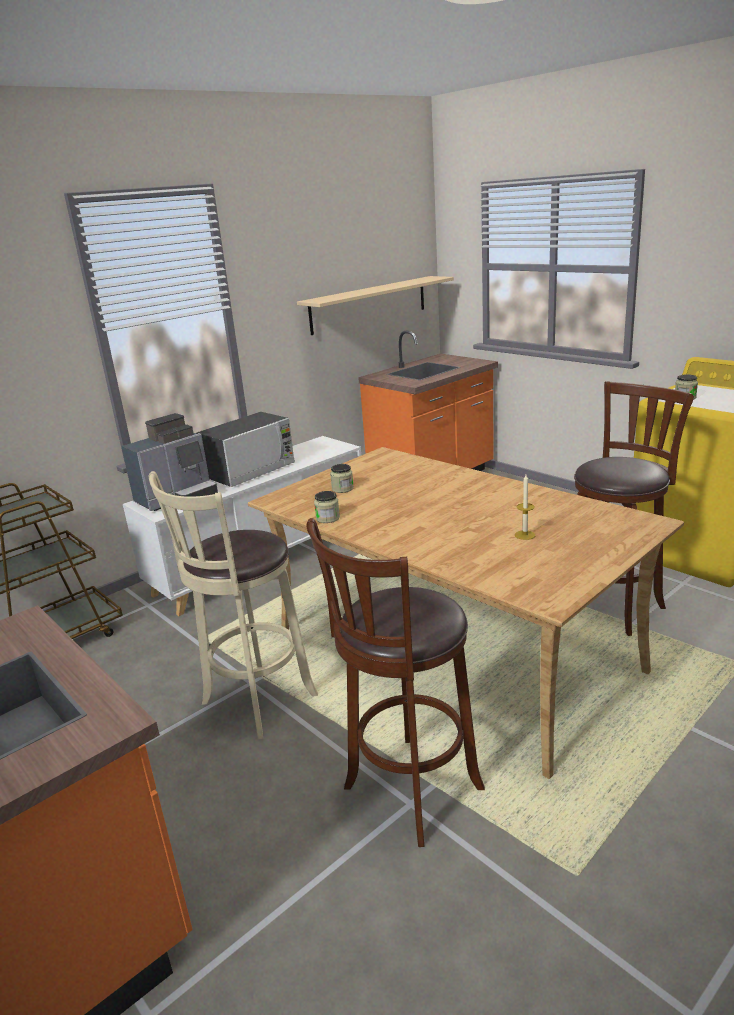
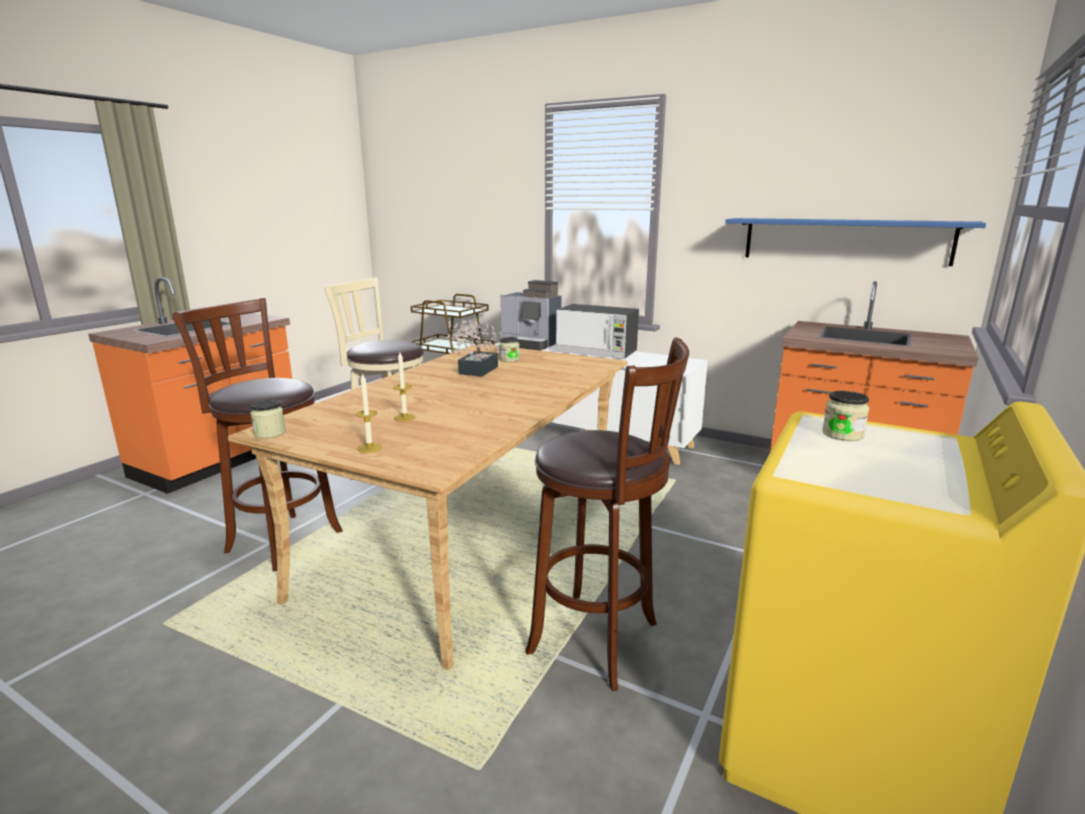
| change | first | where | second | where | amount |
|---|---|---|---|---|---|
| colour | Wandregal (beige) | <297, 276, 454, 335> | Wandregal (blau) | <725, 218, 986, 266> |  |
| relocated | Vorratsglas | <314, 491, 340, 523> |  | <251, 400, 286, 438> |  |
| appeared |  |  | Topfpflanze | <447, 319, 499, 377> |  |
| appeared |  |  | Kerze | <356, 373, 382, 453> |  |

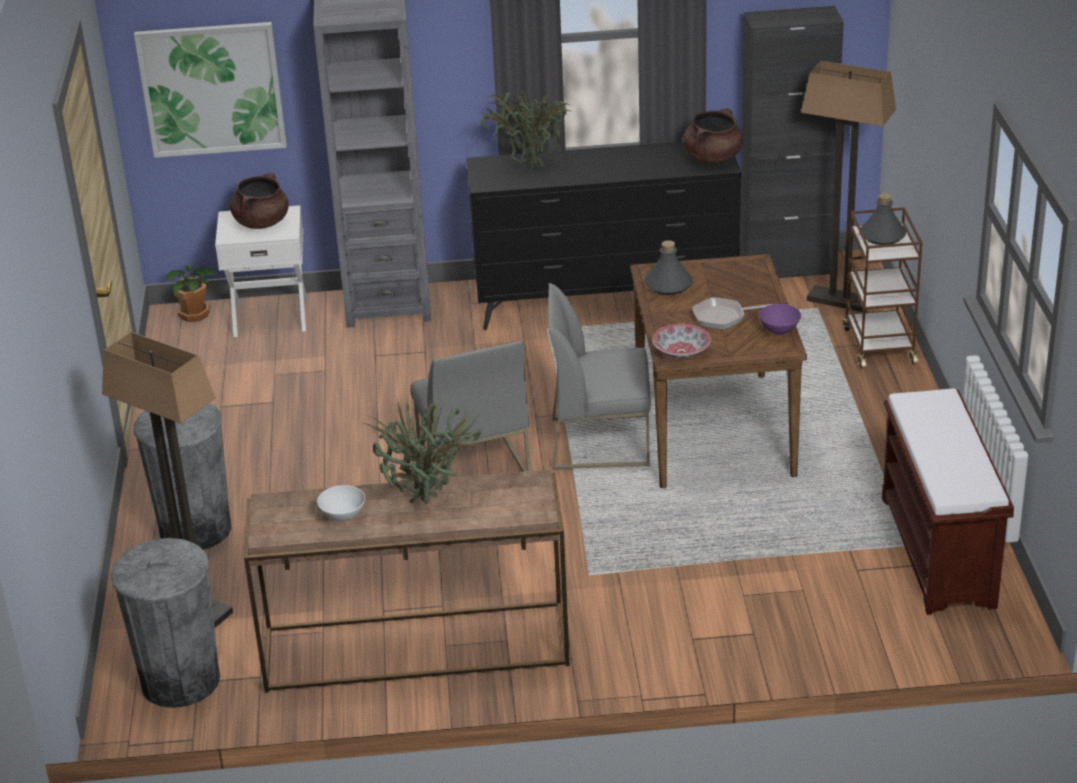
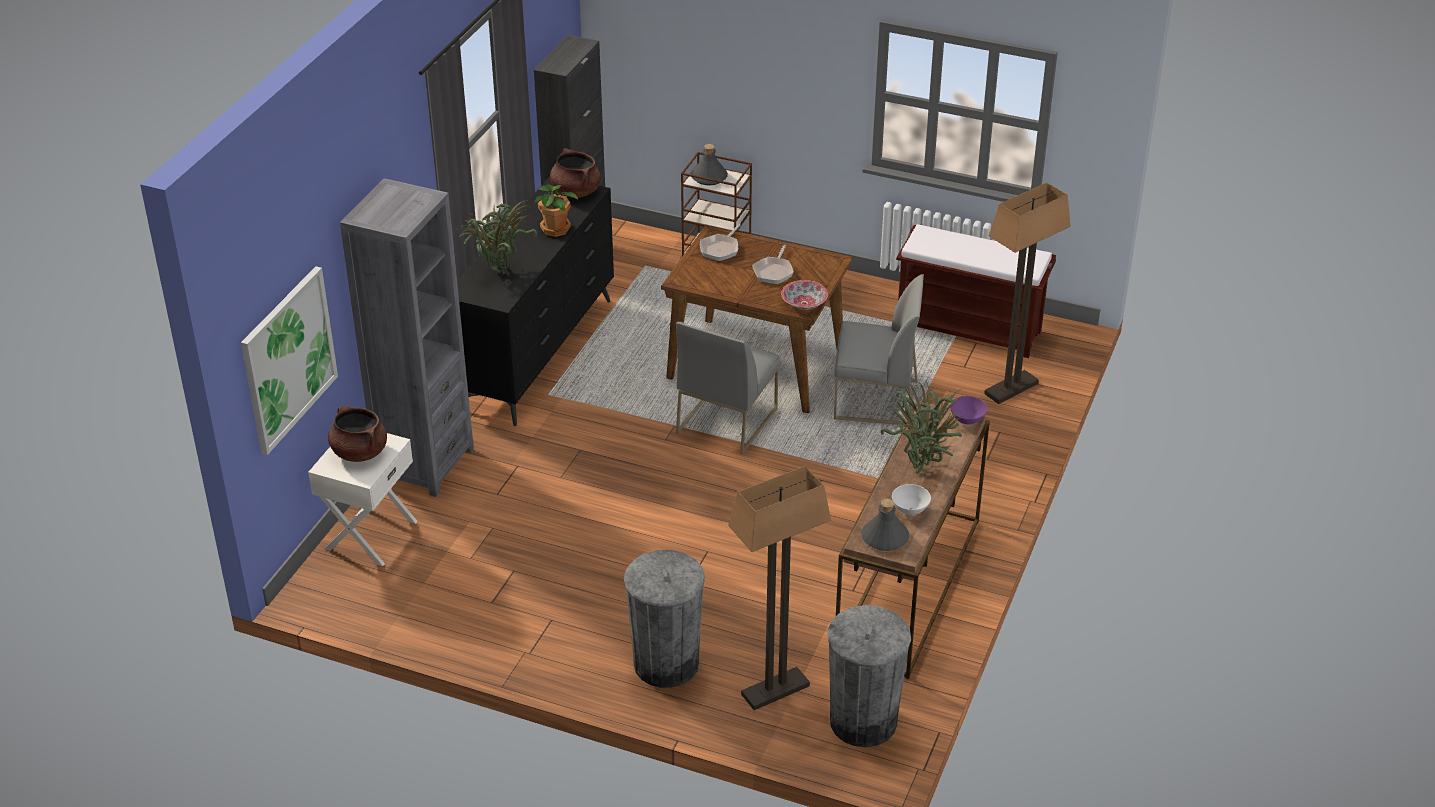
| change | first | where | second | where | amount |
|---|---|---|---|---|---|
| relocated | Stehlampe | <801, 61, 896, 312> |  | <984, 183, 1071, 404> |  |
| relocated | Flasche (grau) | <644, 240, 693, 295> |  | <861, 499, 909, 551> |  |
| relocated | Topfpflanze | <166, 265, 217, 322> |  | <535, 184, 578, 237> |  |
| relocated | Schüssel (lila) | <759, 304, 801, 335> |  | <950, 396, 987, 424> |  |
| relocated | Stuhl (grau) | <410, 341, 531, 478> |  | <834, 274, 924, 425> |  |
| appeared |  |  | Pfanne | <700, 224, 741, 261> |  |

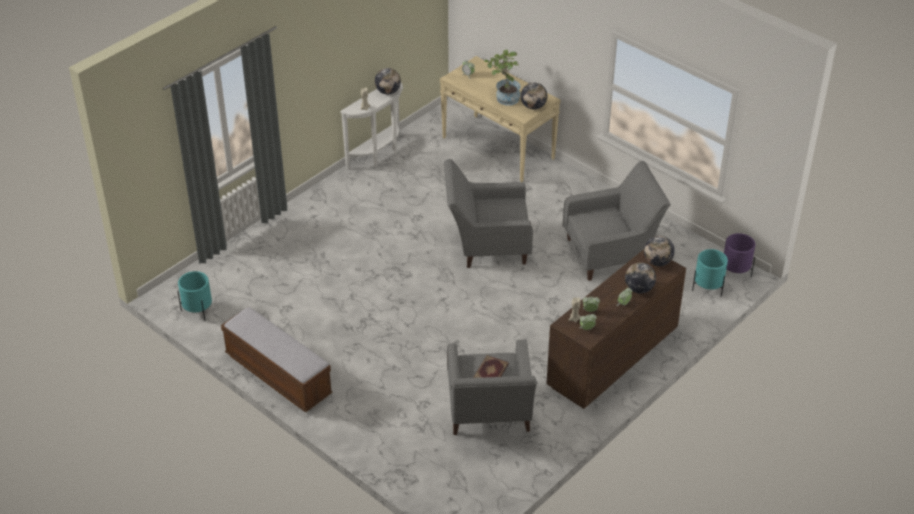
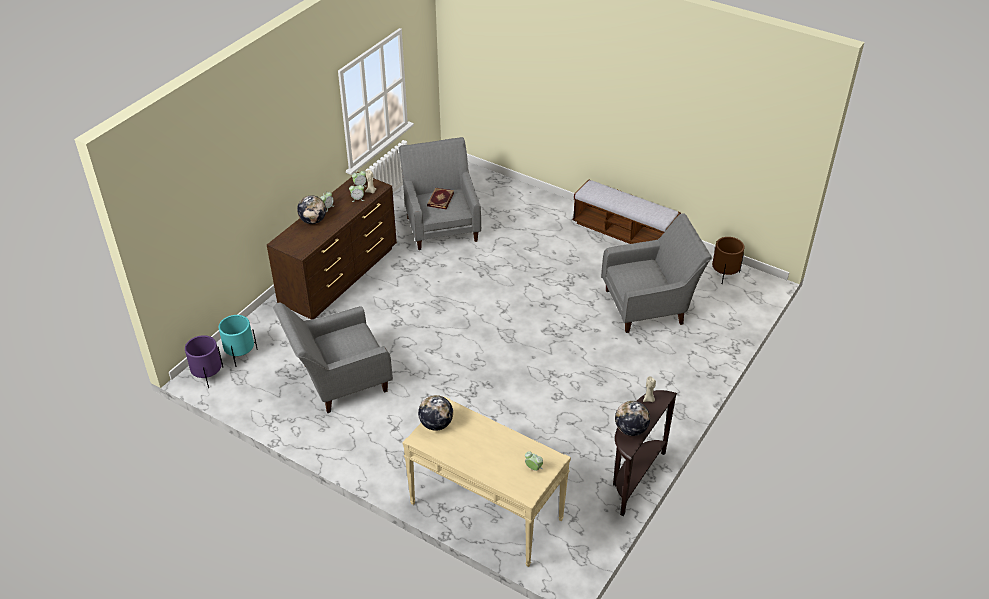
| change | first | where | second | where | amount |
|---|---|---|---|---|---|
| missing | Topfpflanze | <484, 50, 521, 105> |  |  |  |
| colour | Konsolentisch (weiß) | <340, 83, 403, 169> | Konsolentisch (braun) | <613, 390, 677, 516> |  |
| relocated | Sessel (grau) | <444, 159, 533, 268> |  | <601, 213, 712, 333> |  |
| missing | Globus | <644, 236, 675, 266> |  |  |  |
| colour | Pflanzkübel (türkis) | <177, 271, 212, 321> | Pflanzkübel (braun) | <712, 237, 744, 284> |  |

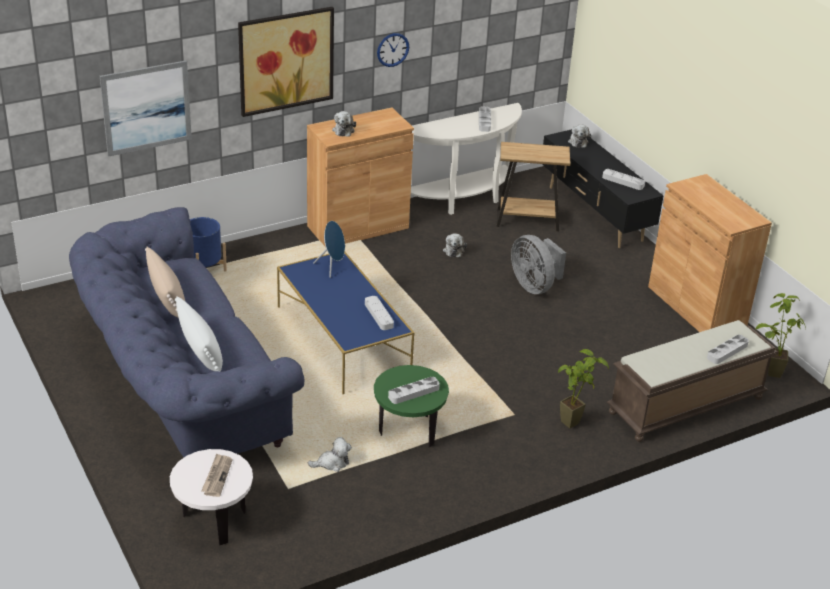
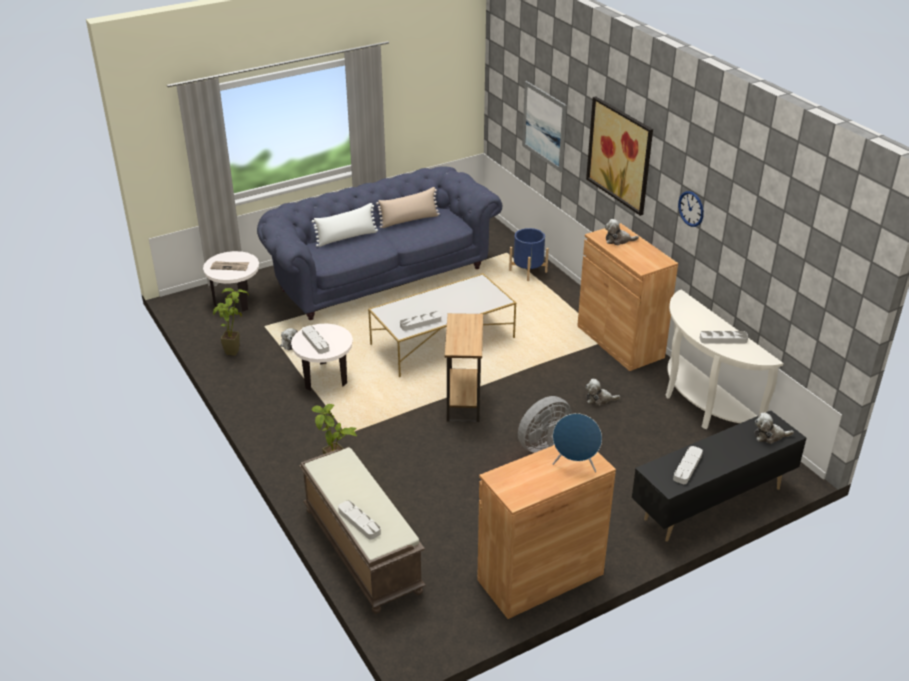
| change | first | where | second | where | amount |
|---|---|---|---|---|---|
| relocated | Beistelltisch (braun) | <496, 142, 570, 231> |  | <445, 313, 483, 422> |  |
| relocated | Lautsprecher (blau) | <313, 221, 345, 278> |  | <552, 413, 602, 472> |  |
| colour | Couchtisch (blau) | <277, 252, 414, 394> | Couchtisch (weiß) | <368, 273, 516, 377> |  |
| relocated | Topfpflanze | <755, 293, 806, 378> |  | <213, 288, 249, 356> |  |
| colour | Beistelltisch (grün) | <374, 365, 449, 448> | Beistelltisch (weiß) | <291, 323, 353, 391> |  |

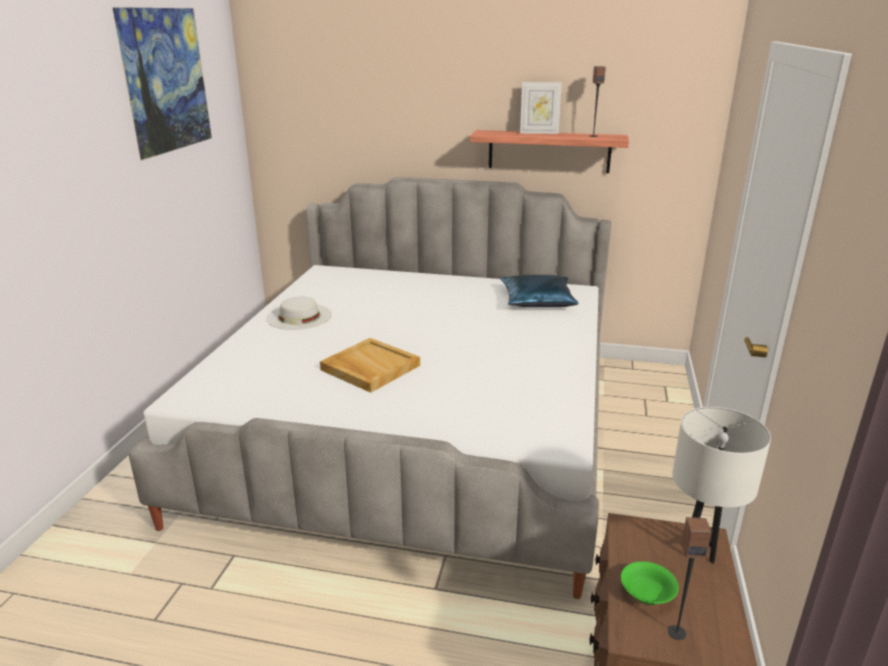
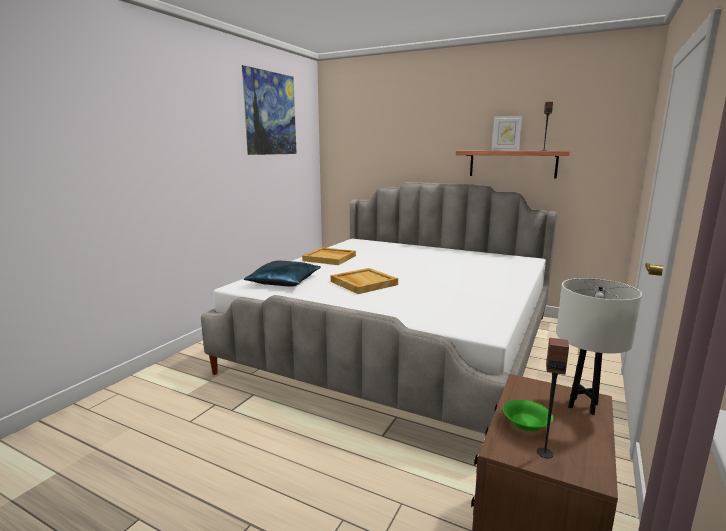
| change | first | where | second | where | amount |
|---|---|---|---|---|---|
| relocated | Kissen (blau) | <500, 275, 579, 307> |  | <244, 261, 321, 286> |  |
| exchanged | Hut (weiß) | <266, 296, 332, 330> | Tablett (beige) | <302, 247, 356, 265> |  |

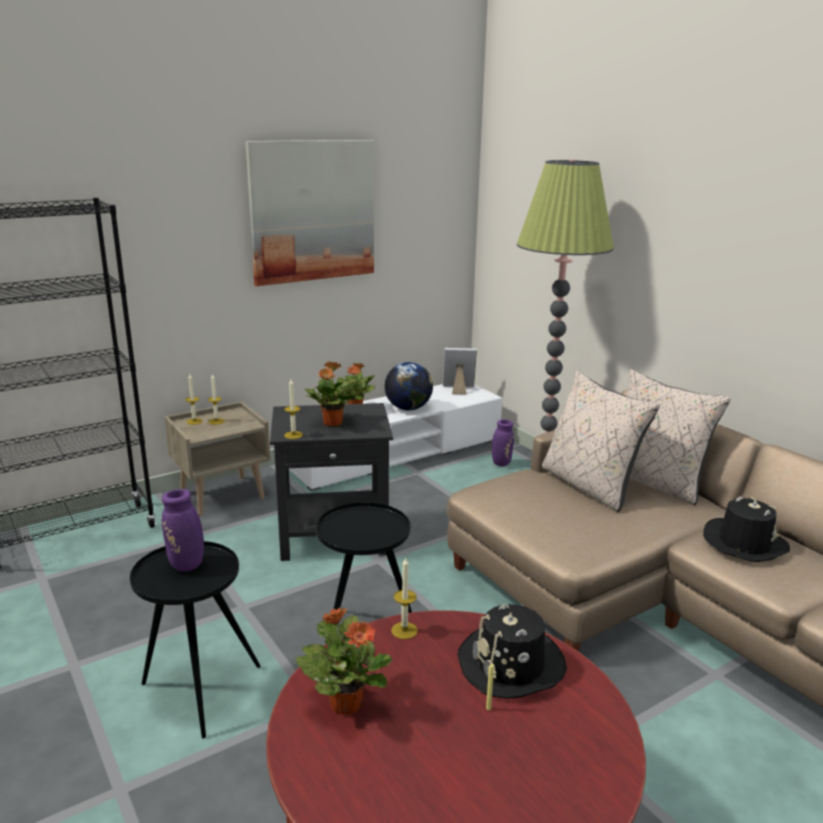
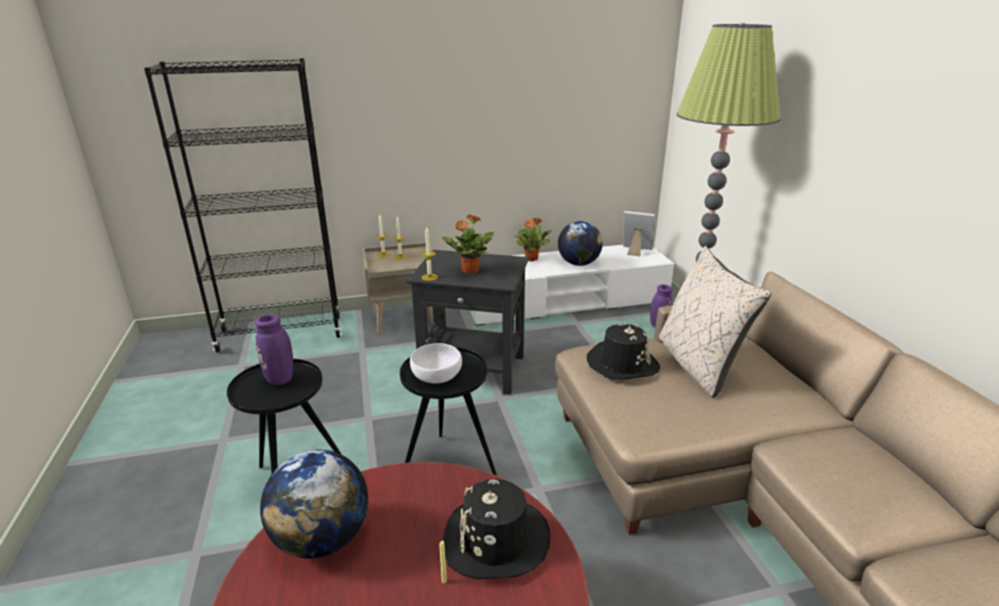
| change | first | where | second | where | amount |
|---|---|---|---|---|---|
| missing | Bild | <245, 140, 374, 286> |  |  |  |
| missing | Kissen (beige) | <626, 369, 731, 505> |  |  |  |
| relocated | Hut (schwarz) | <703, 497, 790, 562> |  | <587, 322, 660, 379> |  |
| missing | Kerze | <391, 558, 418, 639> |  |  |  |
| exchanged | Topfpflanze | <296, 608, 392, 715> | Globus | <260, 449, 368, 559> |  |
| appeared |  |  | Schüssel (weiß) | <410, 343, 462, 384> |  |

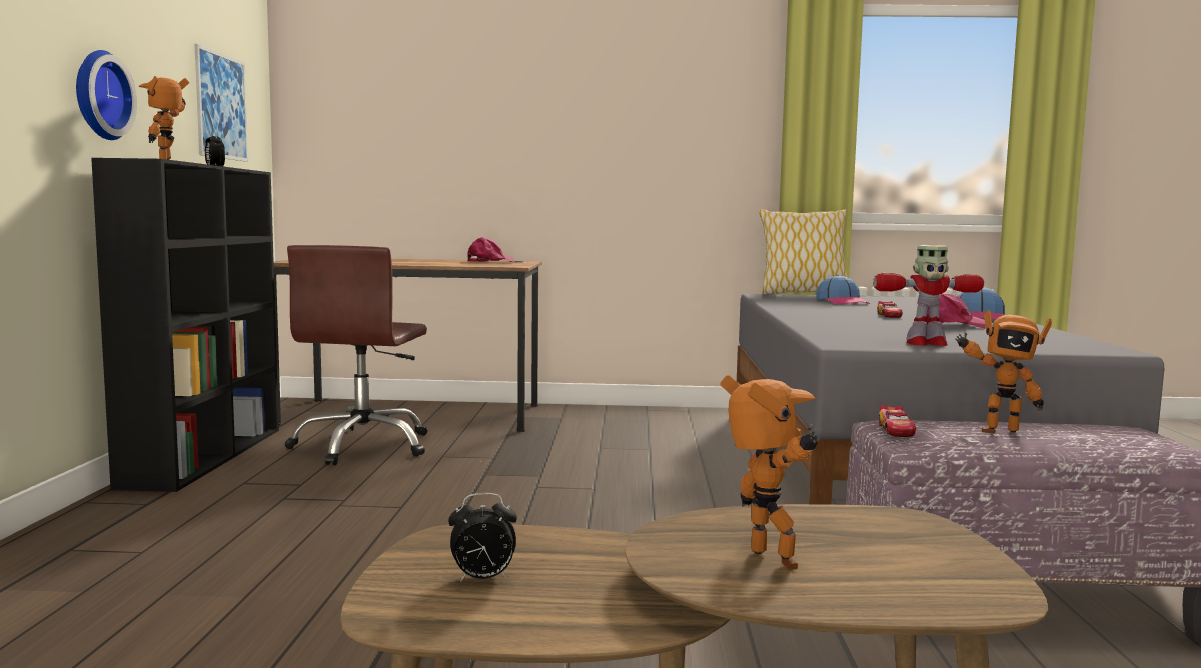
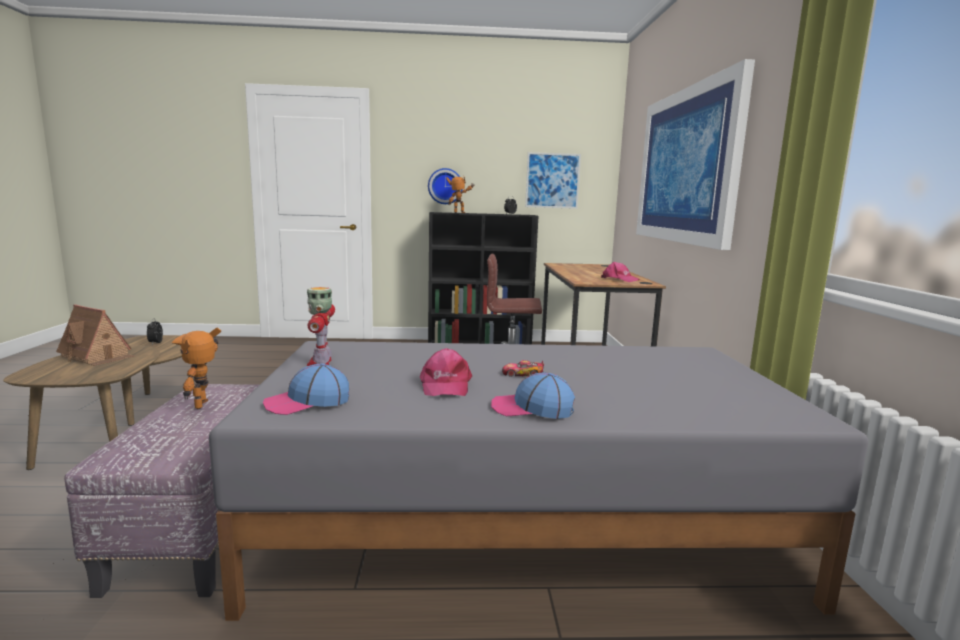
| change | first | where | second | where | amount |
|---|---|---|---|---|---|
| missing | Kissen | <759, 209, 847, 295> |  |  |  |
| relocated | Kappe | <816, 275, 870, 304> |  | <263, 363, 349, 415> |  |
| exchanged | Spielzeugroboter | <720, 375, 821, 570> | Spielzeughaus | <56, 304, 134, 366> |  |
| missing | Spielzeugauto | <879, 405, 916, 437> |  |  |  |
| appeared |  |  | Bild | <636, 59, 755, 250> |  |

